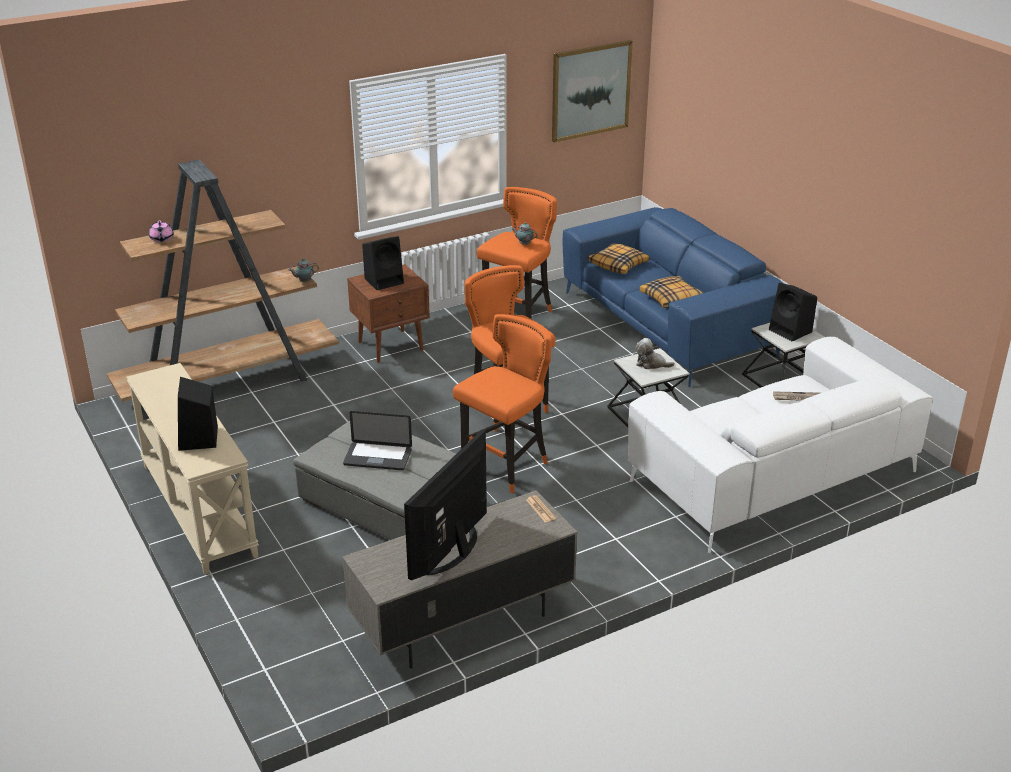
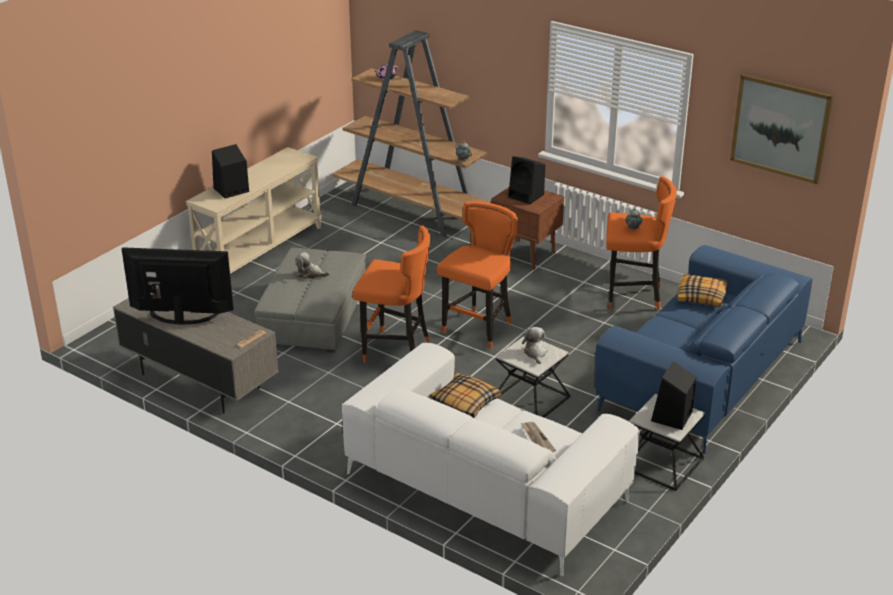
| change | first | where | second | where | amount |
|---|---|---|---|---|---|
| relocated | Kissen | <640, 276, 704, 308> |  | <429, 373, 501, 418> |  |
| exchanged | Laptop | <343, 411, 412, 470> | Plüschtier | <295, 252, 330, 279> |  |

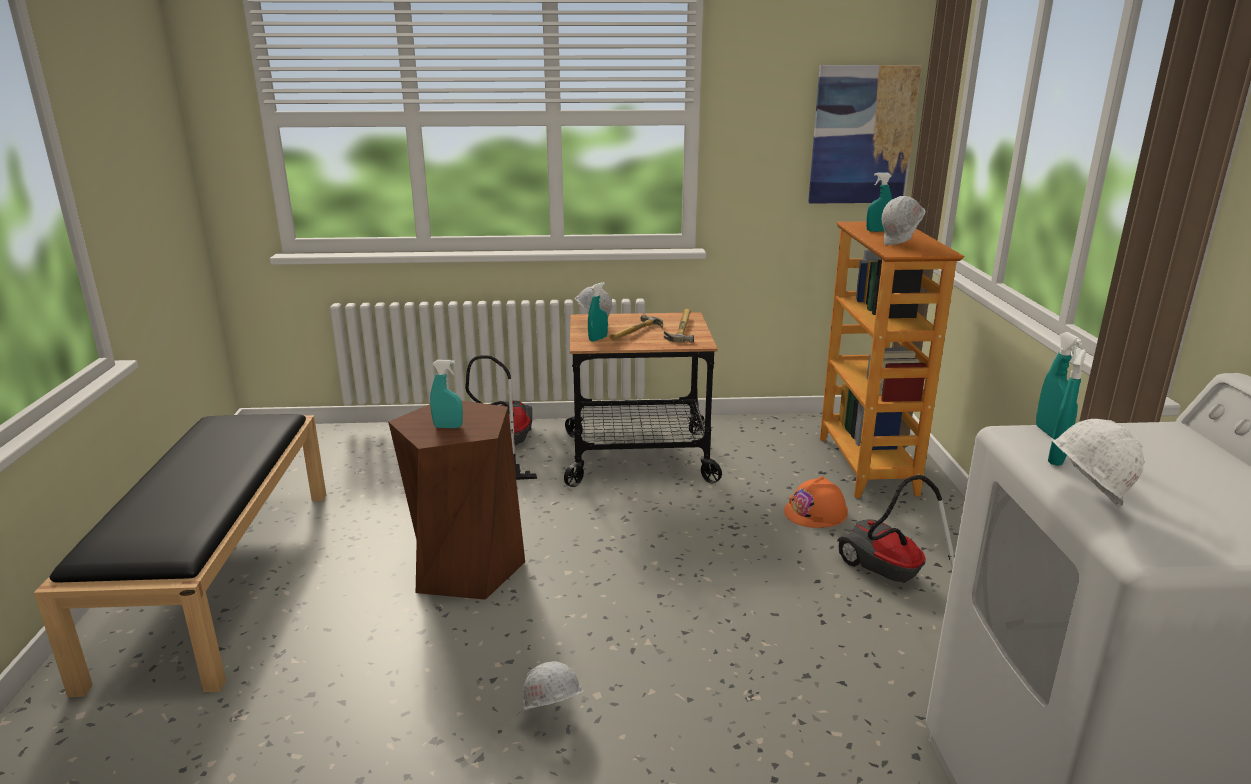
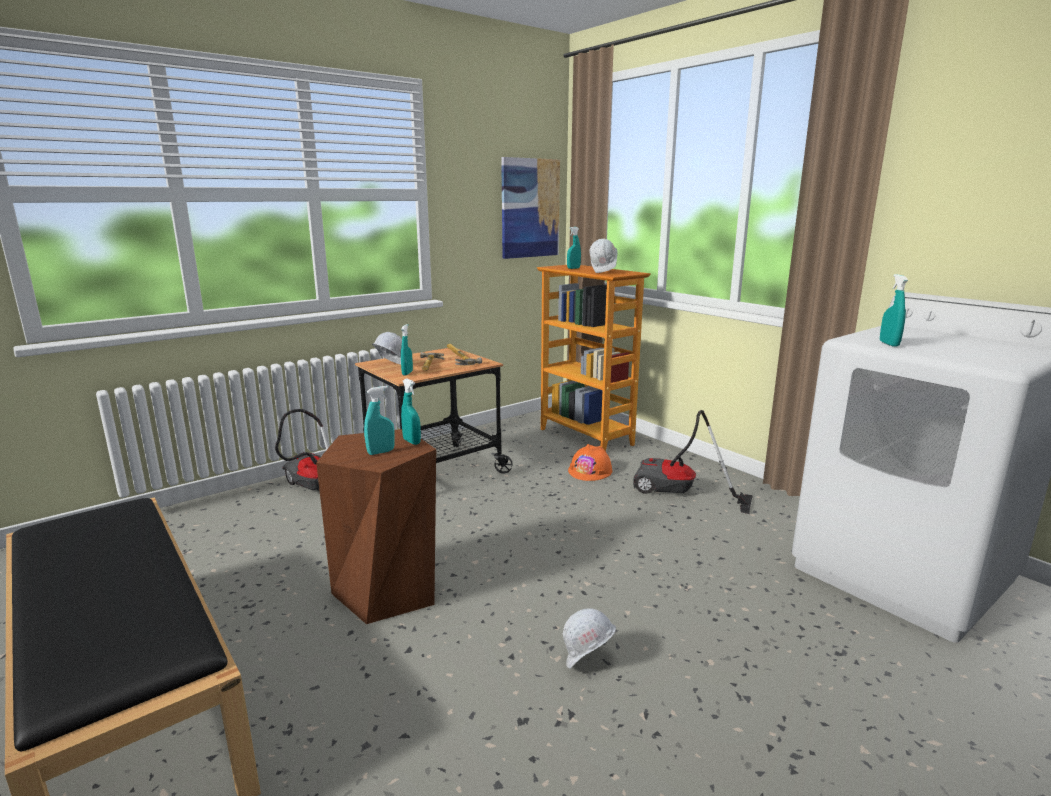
| change | first | where | second | where | amount |
|---|---|---|---|---|---|
| relocated | Sprühflasche (türkis) | <1036, 332, 1083, 438> |  | <401, 378, 421, 445> |  |
| missing | Schutzhelm (weiß) | <1051, 419, 1144, 507> |  |  |  |

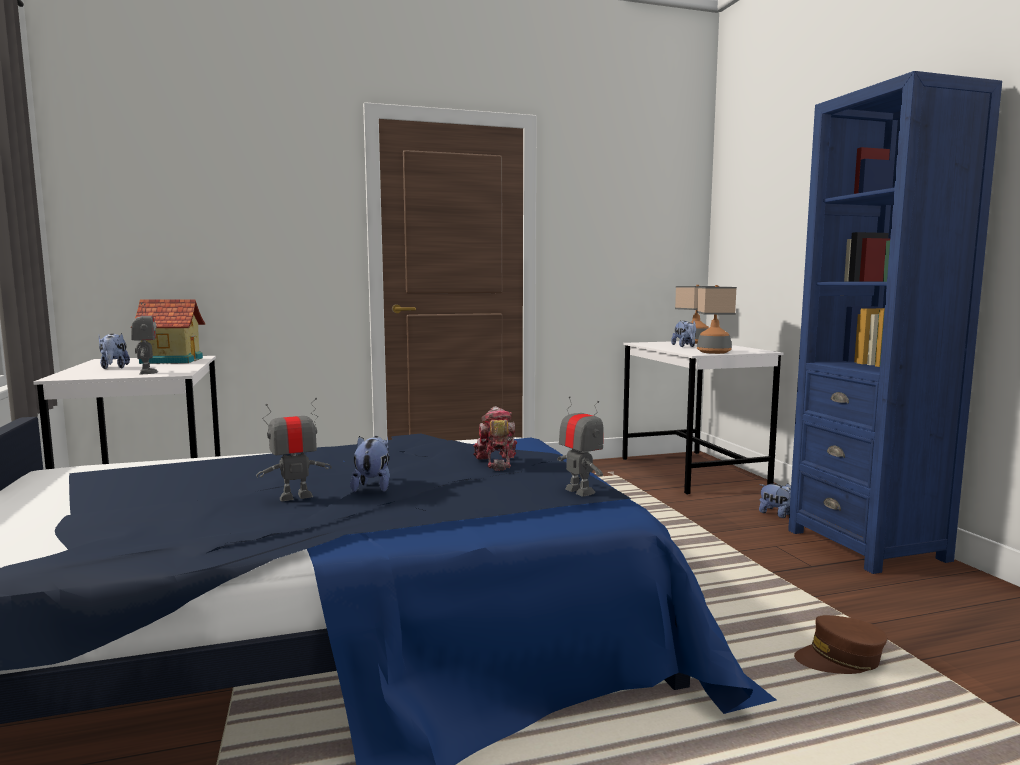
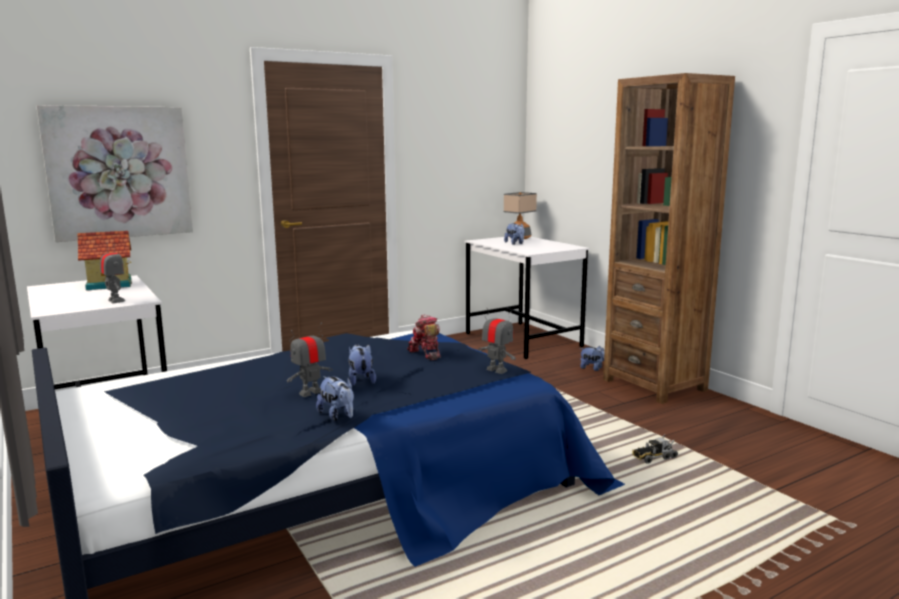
| change | first | where | second | where | amount |
|---|---|---|---|---|---|
| colour | Bücherregal (blau) | <788, 71, 1002, 574> | Bücherregal (braun) | <603, 73, 735, 404> |  |
| missing | Tischlampe | <696, 285, 737, 354> |  |  |  |
| relocated | Plüschtier | <99, 333, 130, 369> |  | <316, 376, 354, 421> |  |
| exchanged | Kappe (braun) | <794, 615, 887, 674> | Spielzeuglaster | <632, 434, 678, 464> |  |
| appeared |  |  | Bild | <36, 105, 193, 242> |  |

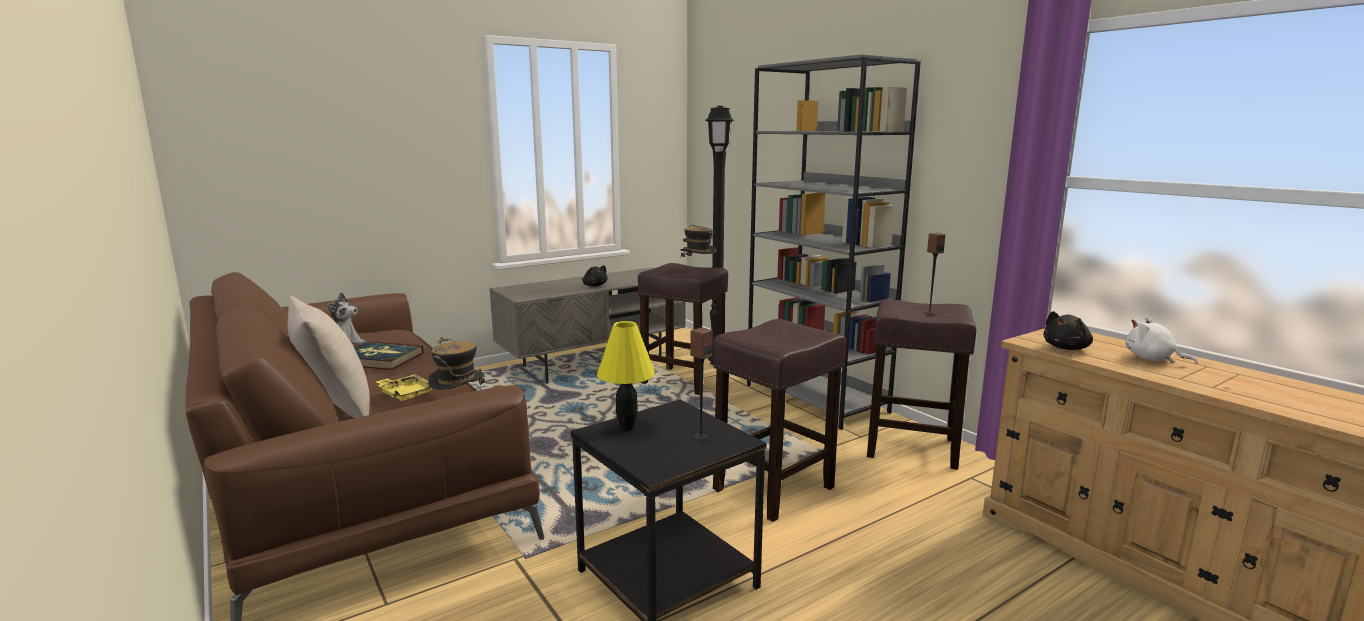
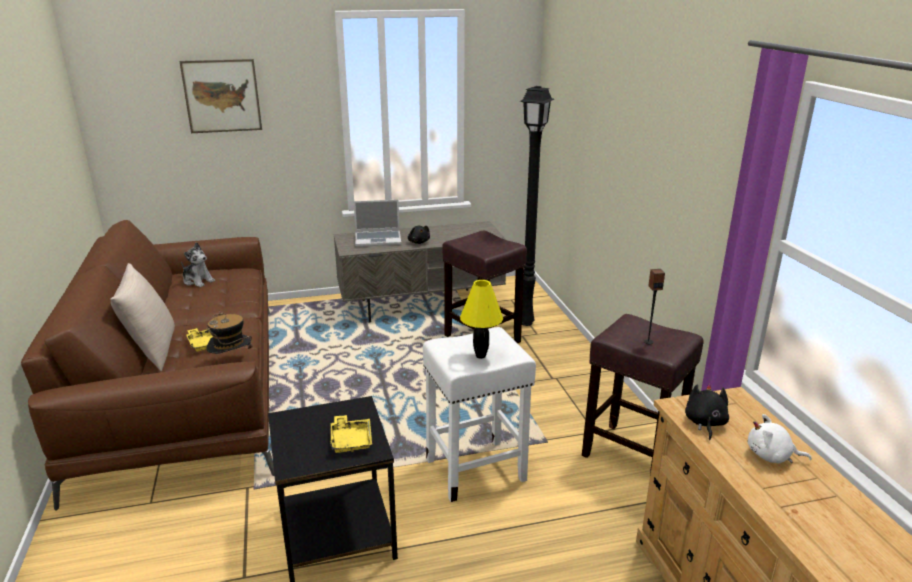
| change | first | where | second | where | amount |
|---|---|---|---|---|---|
| missing | Bücherregal (grau) | <747, 54, 921, 430> |  |  |  |
| missing | Hut | <680, 225, 716, 267> |  |  |  |
| spun | Plüschtier (schwarz) | <1043, 311, 1093, 350> |  | <685, 383, 729, 440> | 120 degrees clockwise |
| spun | Plüschtier (weiß) | <1125, 316, 1198, 364> |  | <748, 414, 812, 463> | 45 degrees counterclockwise |
| colour | Hocker (braun) | <713, 319, 846, 522> | Hocker (weiß) | <423, 327, 536, 502> |  |
| relocated | Tischlampe (gelb) | <597, 321, 655, 431> |  | <460, 280, 503, 359> |  |
| exchanged | Lautsprecher | <690, 327, 713, 440> | Tablett (gelb) | <330, 415, 372, 453> |  |
| missing | Buch | <354, 341, 424, 370> |  |  |  |
| appeared |  |  | Bild | <179, 59, 262, 133> |  |
| appeared |  |  | Laptop | <354, 200, 401, 247> |  |

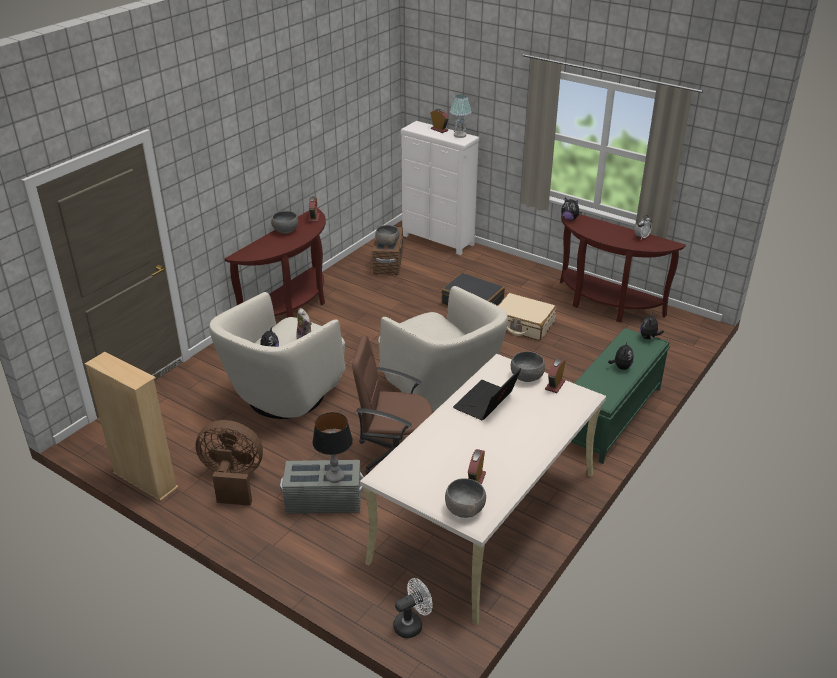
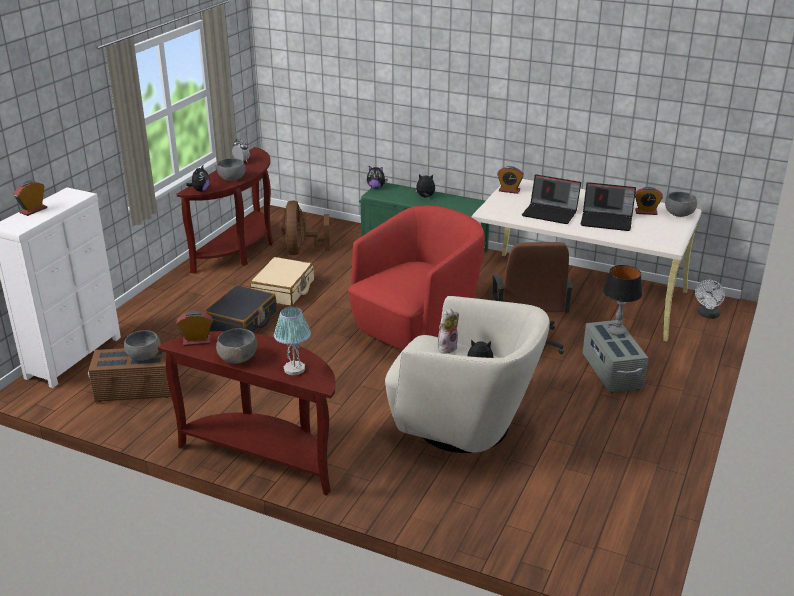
| change | first | where | second | where | amount |
|---|---|---|---|---|---|
| relocated | Tischlampe | <450, 95, 472, 138> |  | <274, 307, 311, 375> |  |
| colour | Sessel (beige) | <378, 286, 508, 412> | Sessel (rot) | <348, 206, 485, 350> |  |
| relocated | Schüssel (grau) | <511, 351, 545, 382> |  | <217, 158, 246, 181> |  |
| missing | Bücherregal (beige) | <85, 352, 179, 501> |  |  |  |
| relocated | Ventilator (braun) | <195, 420, 263, 506> |  | <282, 200, 330, 255> |  |
| spun | Ventilator (weiß) | <393, 578, 433, 638> |  | <695, 280, 725, 319> | 105 degrees counterclockwise |
| appeared |  |  | Laptop | <581, 182, 636, 231> |  |

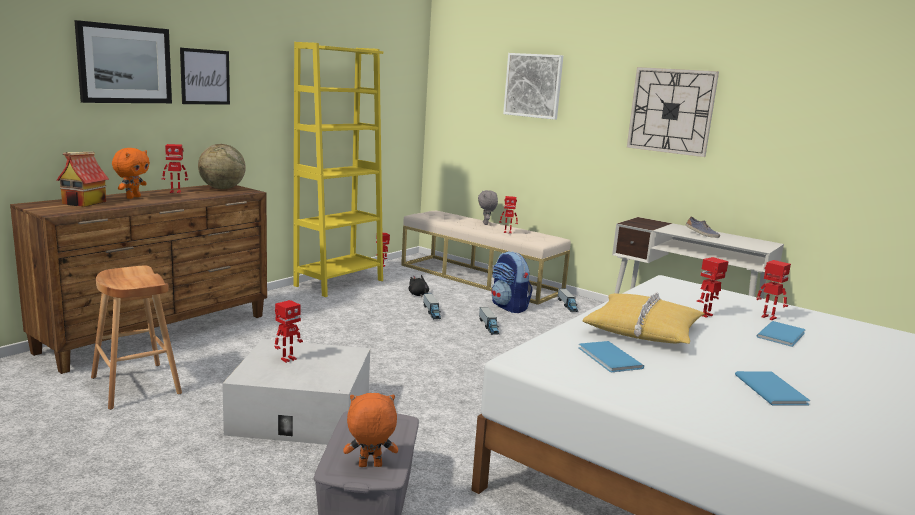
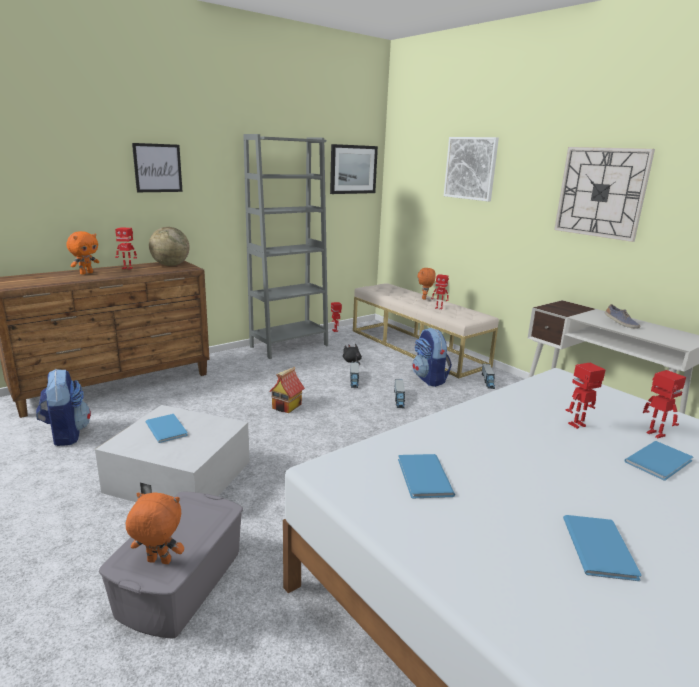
| change | first | where | second | where | amount |
|---|---|---|---|---|---|
| relocated | Bild | <74, 20, 172, 103> |  | <330, 144, 378, 194> |  |
| colour | Bücherregal (gelb) | <293, 42, 383, 297> | Bücherregal (grau) | <243, 134, 328, 359> |  |
| relocated | Spielzeughaus | <57, 152, 109, 207> |  | <269, 367, 305, 413> |  |
| colour | Plüschtier (grau) | <478, 190, 498, 225> | Plüschtier (orange) | <417, 268, 436, 300> |  |
| exchanged | Hocker (braun) | <91, 266, 182, 410> | Rucksack | <36, 369, 91, 446> |  |
| missing | Kissen (gelb) | <582, 292, 705, 344> |  |  |  |
| exchanged | Spielzeugroboter | <275, 300, 303, 363> | Buch (blau) | <146, 414, 188, 443> |  |

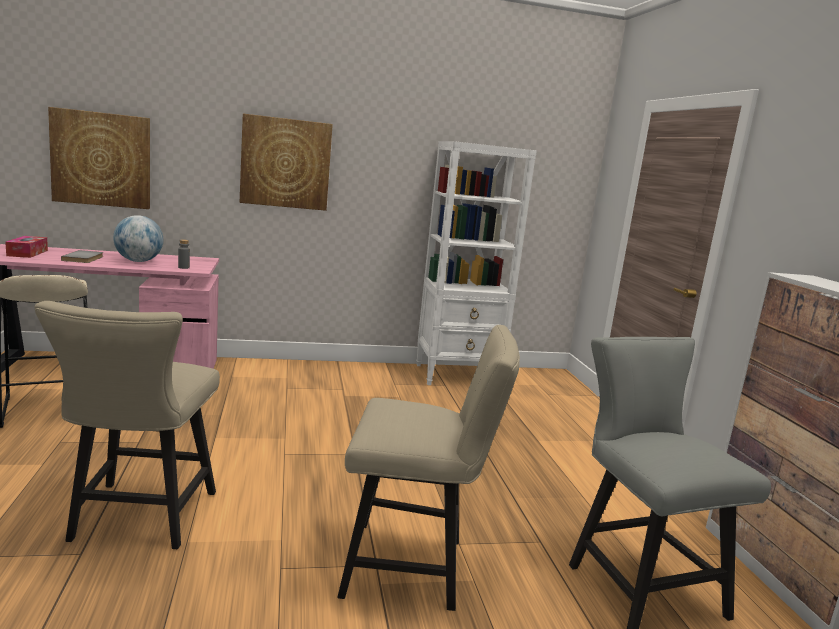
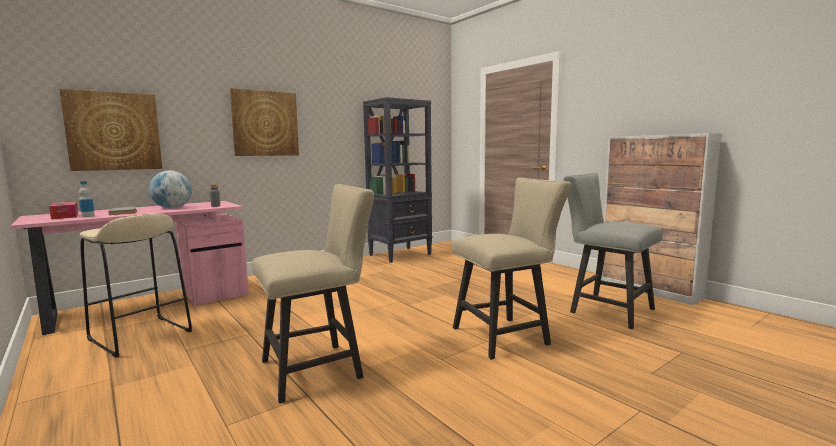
| change | first | where | second | where | amount |
|---|---|---|---|---|---|
| colour | Bücherregal (weiß) | <416, 141, 537, 385> | Bücherregal (schwarz) | <363, 97, 432, 263> |  |
| spun | Stuhl (beige) | <35, 301, 220, 549> |  | <252, 184, 374, 404> | 90 degrees counterclockwise |
| appeared |  |  | Flasche | <79, 181, 95, 217> |  |

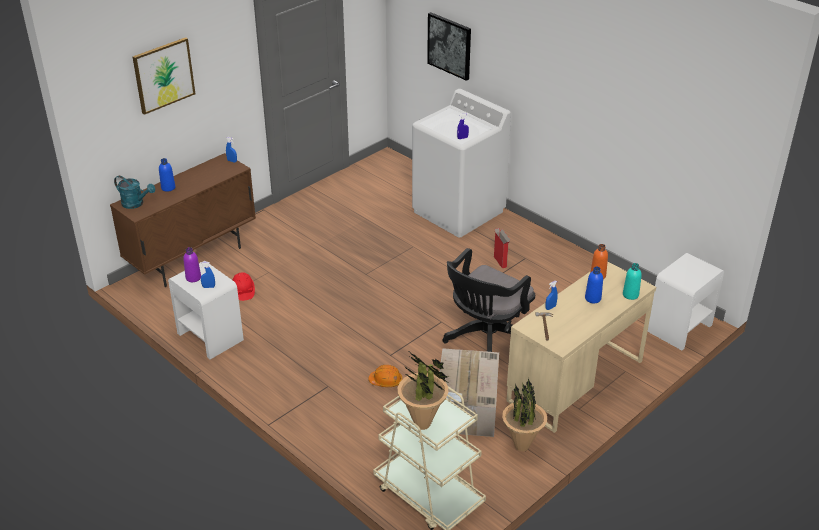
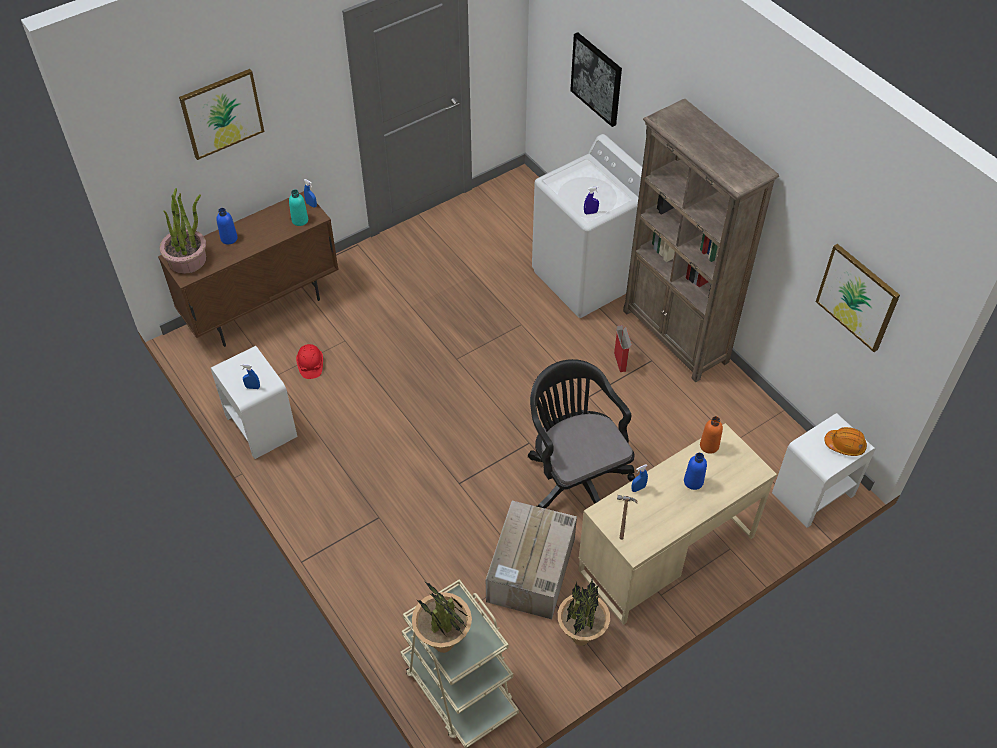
| change | first | where | second | where | amount |
|---|---|---|---|---|---|
| exchanged | Gießkanne (türkis) | <114, 176, 156, 209> | Topfpflanze | <160, 188, 206, 274> |  |
| missing | Flasche (lila) | <183, 247, 201, 282> |  |  |  |
| spun | Bürostuhl (schwarz) | <442, 248, 535, 352> |  | <528, 359, 635, 509> | 105 degrees clockwise |
| relocated | Flasche (türkis) | <623, 263, 642, 300> |  | <289, 190, 308, 226> |  |
| relocated | Schutzhelm (orange) | <368, 365, 402, 387> |  | <824, 427, 867, 456> |  |
| appeared |  |  | Bücherregal (braun) | <623, 99, 779, 382> |  |
| appeared |  |  | Bild | <816, 244, 900, 352> |  |

